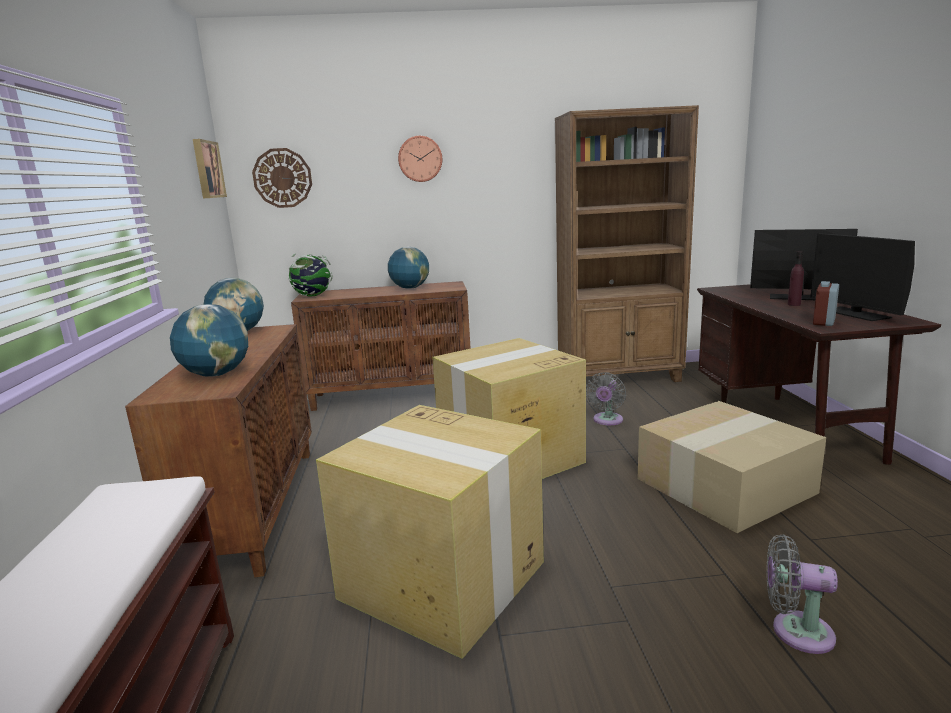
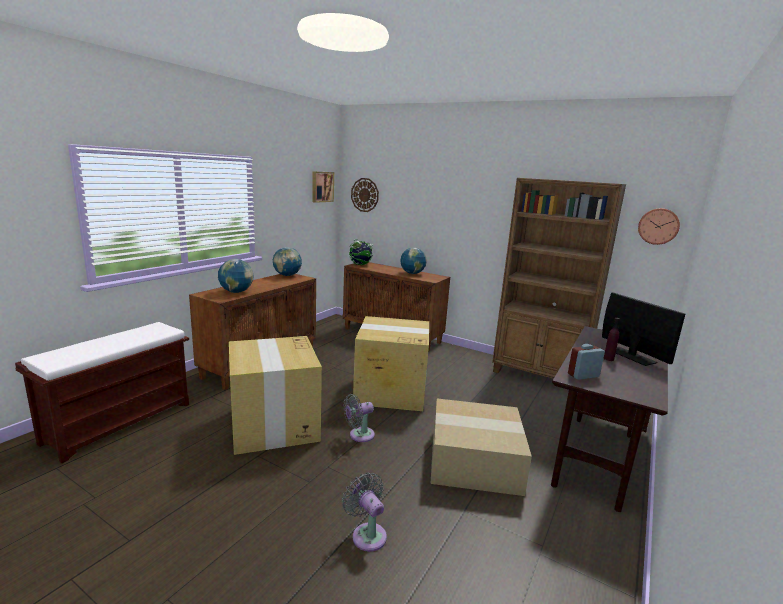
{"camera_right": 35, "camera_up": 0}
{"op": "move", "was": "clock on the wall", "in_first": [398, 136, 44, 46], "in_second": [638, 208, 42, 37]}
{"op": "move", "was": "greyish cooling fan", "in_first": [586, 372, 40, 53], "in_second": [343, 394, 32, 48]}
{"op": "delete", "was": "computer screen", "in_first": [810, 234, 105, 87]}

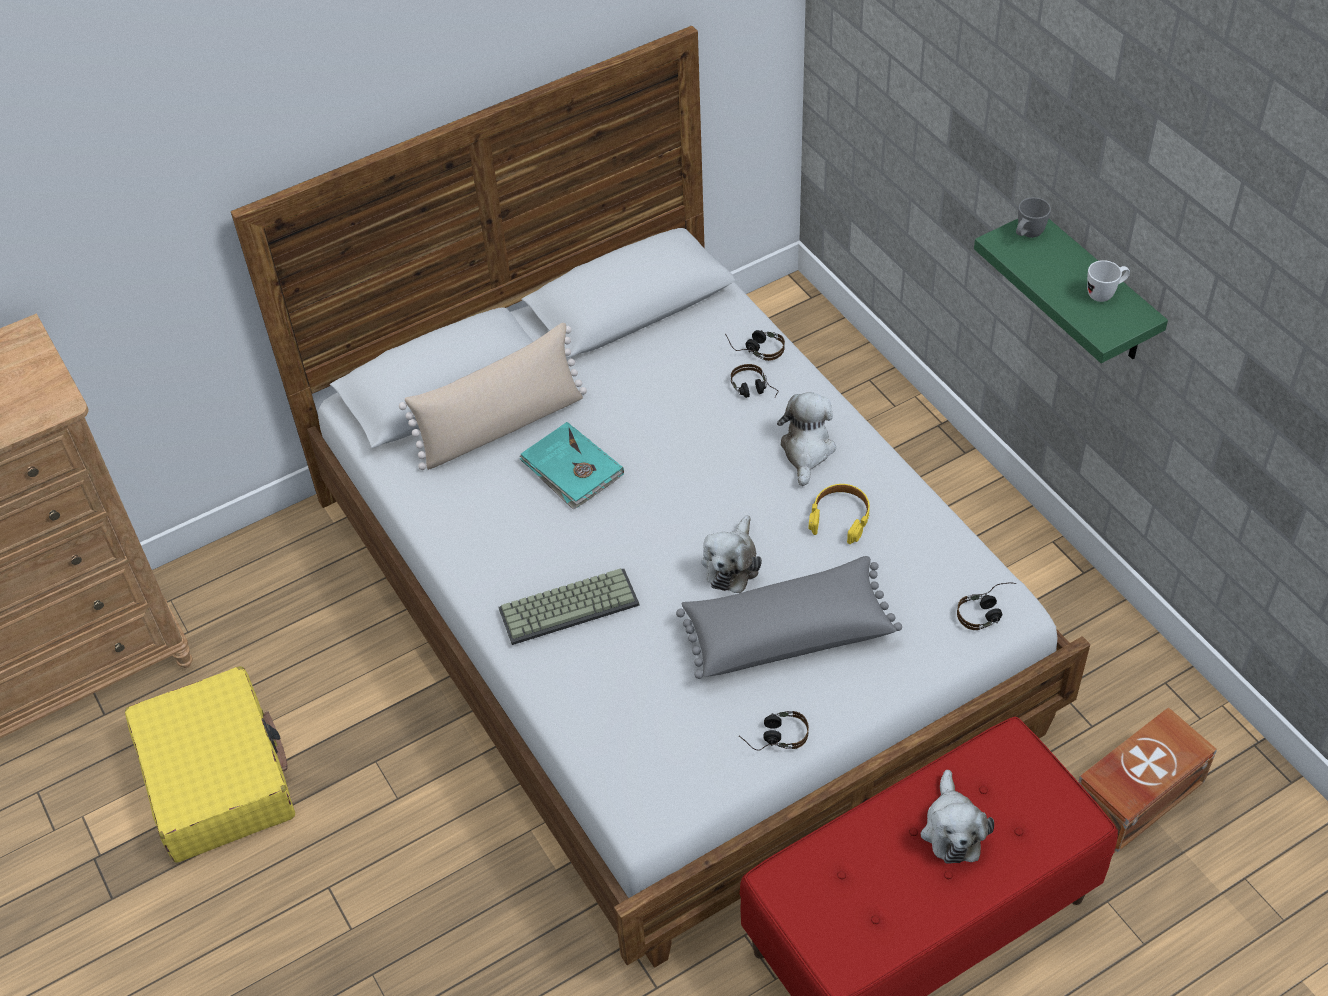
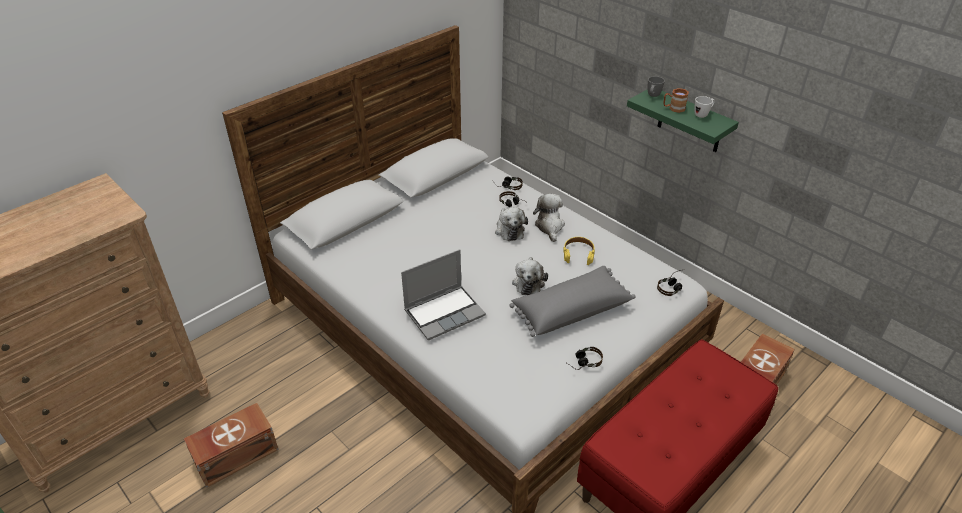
{"camera_right": -15, "camera_up": -10}
{"op": "replace", "was": "yellow piece of luggage", "now": "brown storage box", "in_first": [125, 666, 170, 197], "in_second": [184, 403, 95, 85]}
{"op": "delete", "was": "beige throw pillow", "in_first": [399, 323, 188, 147]}
{"op": "replace", "was": "computer keyboard", "now": "portable computer", "in_first": [499, 568, 140, 77], "in_second": [401, 249, 85, 91]}
{"op": "delete", "was": "turquoise bound book", "in_first": [520, 422, 104, 87]}
{"op": "move", "was": "cuddly toy", "in_first": [920, 770, 74, 94], "in_second": [495, 207, 33, 34]}
{"op": "insert", "now": "brown tea mug", "in_second": [663, 88, 26, 25]}

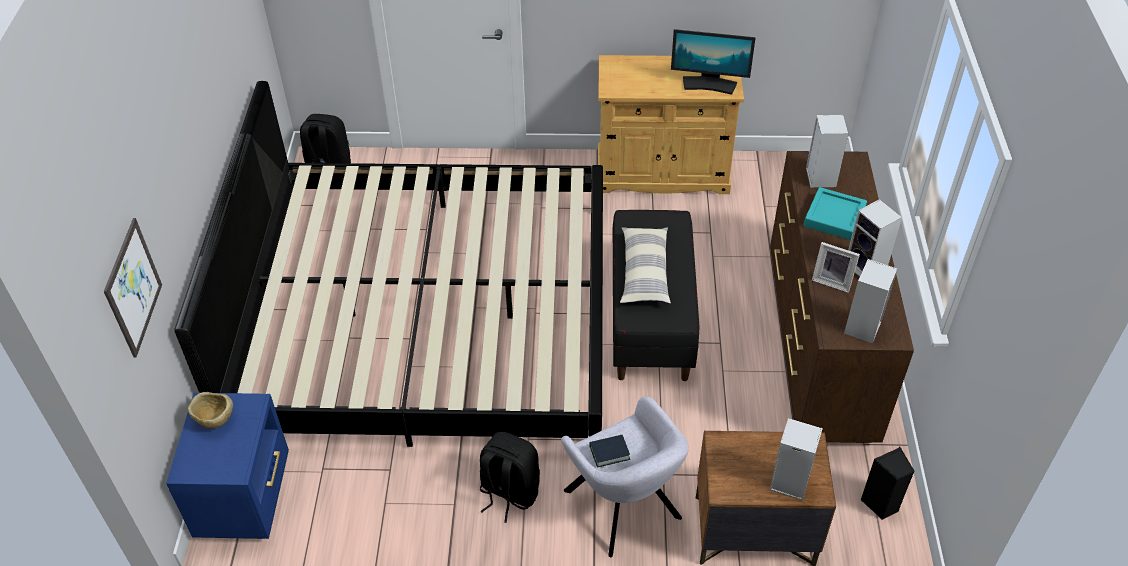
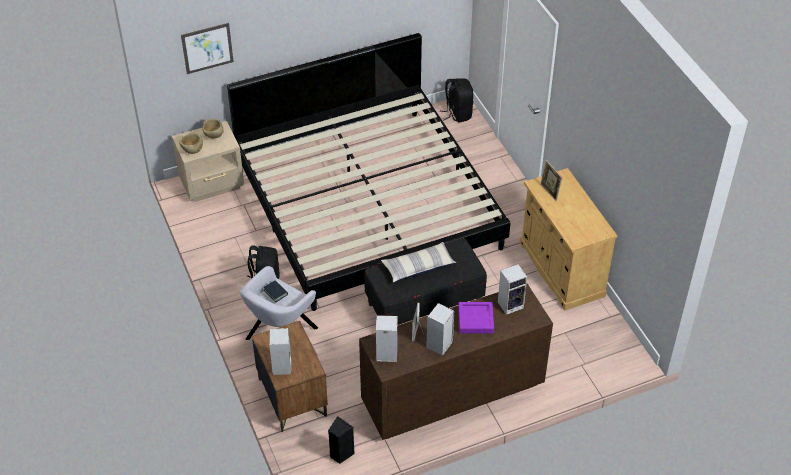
{"camera_right": 65, "camera_up": 0}
{"op": "recolor", "was": "blue nightstand", "now": "beige nightstand", "in_first": [166, 393, 123, 146], "in_second": [172, 121, 72, 81]}
{"op": "delete", "was": "computer screen", "in_first": [671, 29, 85, 66]}
{"op": "recolor", "was": "turquoise serving tray", "now": "purple-coloured serving tray", "in_first": [804, 187, 63, 53], "in_second": [458, 302, 36, 31]}
{"op": "insert", "now": "beige deep dish", "in_second": [179, 133, 24, 21]}
{"op": "insert", "now": "photo frame", "in_second": [541, 160, 22, 41]}

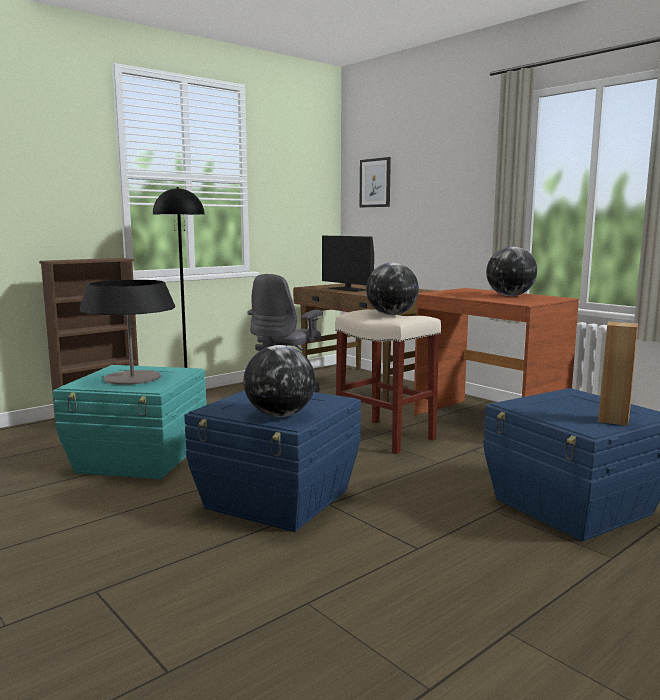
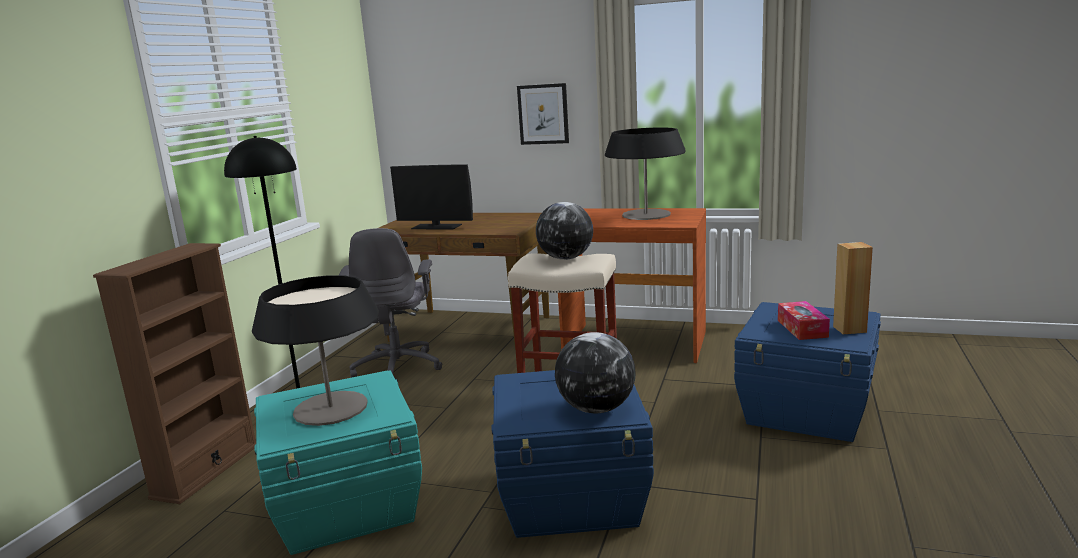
{"camera_right": -30, "camera_up": 5}
{"op": "move", "was": "wall picture", "in_first": [360, 157, 31, 51], "in_second": [517, 83, 52, 62]}
{"op": "replace", "was": "globe", "now": "lamp for a table", "in_first": [486, 247, 51, 49], "in_second": [605, 128, 81, 92]}
{"op": "insert", "now": "tissue holder", "in_second": [778, 301, 52, 39]}

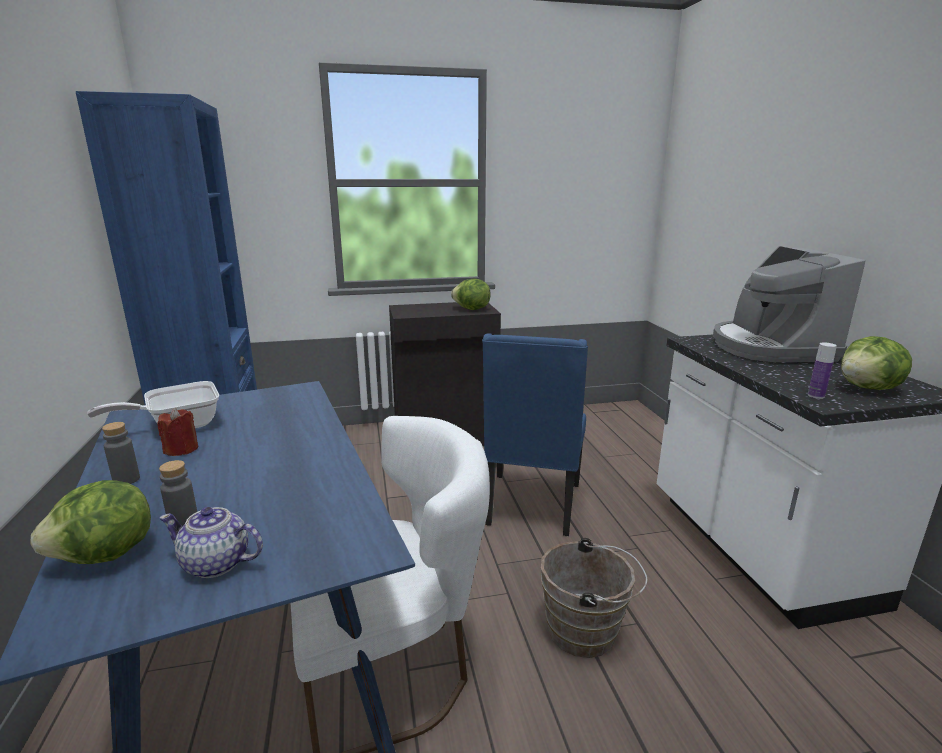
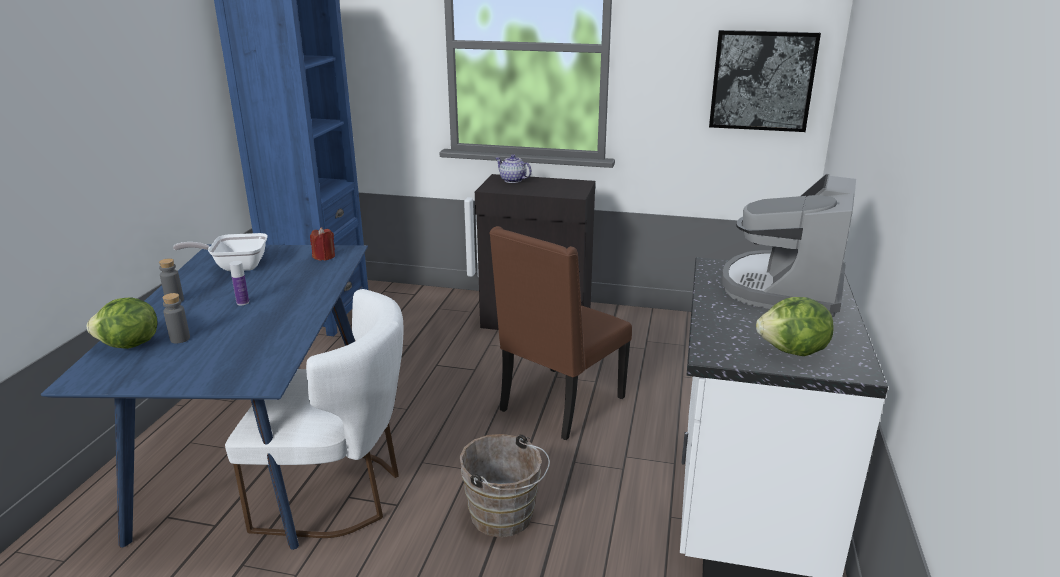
{"camera_right": 25, "camera_up": 5}
{"op": "move", "was": "reddish wax light", "in_first": [157, 408, 41, 48], "in_second": [310, 227, 25, 34]}
{"op": "move", "was": "tea pot", "in_first": [159, 507, 104, 71], "in_second": [495, 155, 37, 28]}
{"op": "delete", "was": "lettuce head", "in_first": [451, 279, 39, 31]}
{"op": "recolor", "was": "blue chair", "now": "brown chair", "in_first": [482, 333, 106, 203], "in_second": [489, 226, 143, 214]}
{"op": "move", "was": "bottle", "in_first": [808, 342, 29, 57], "in_second": [230, 261, 19, 45]}
{"op": "insert", "now": "wall picture", "in_second": [709, 30, 112, 102]}

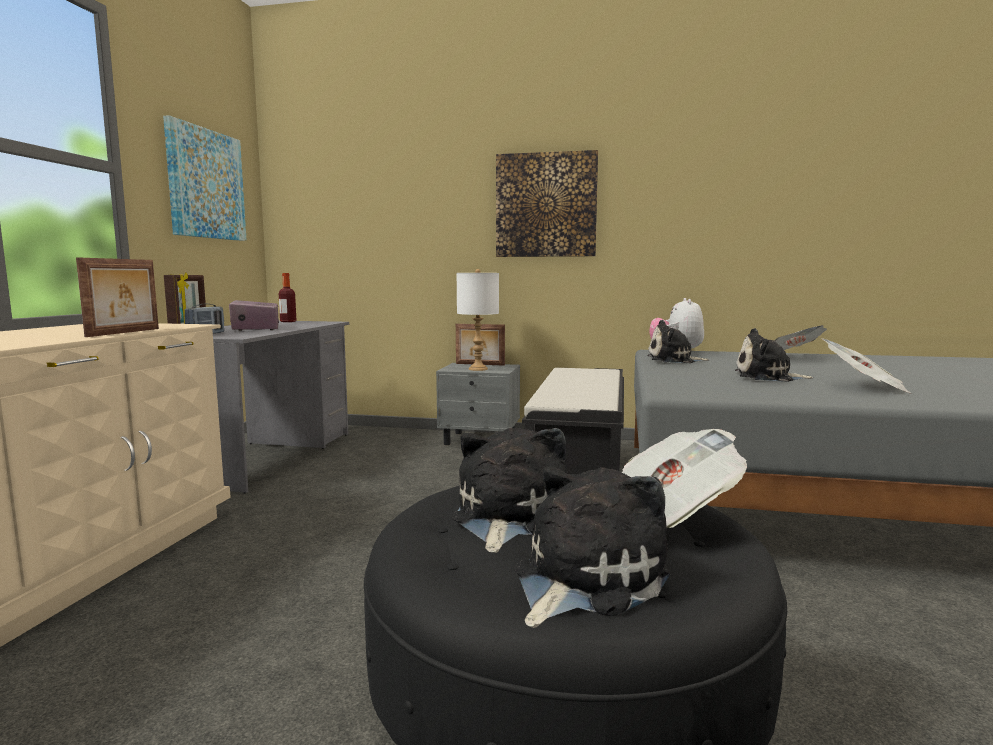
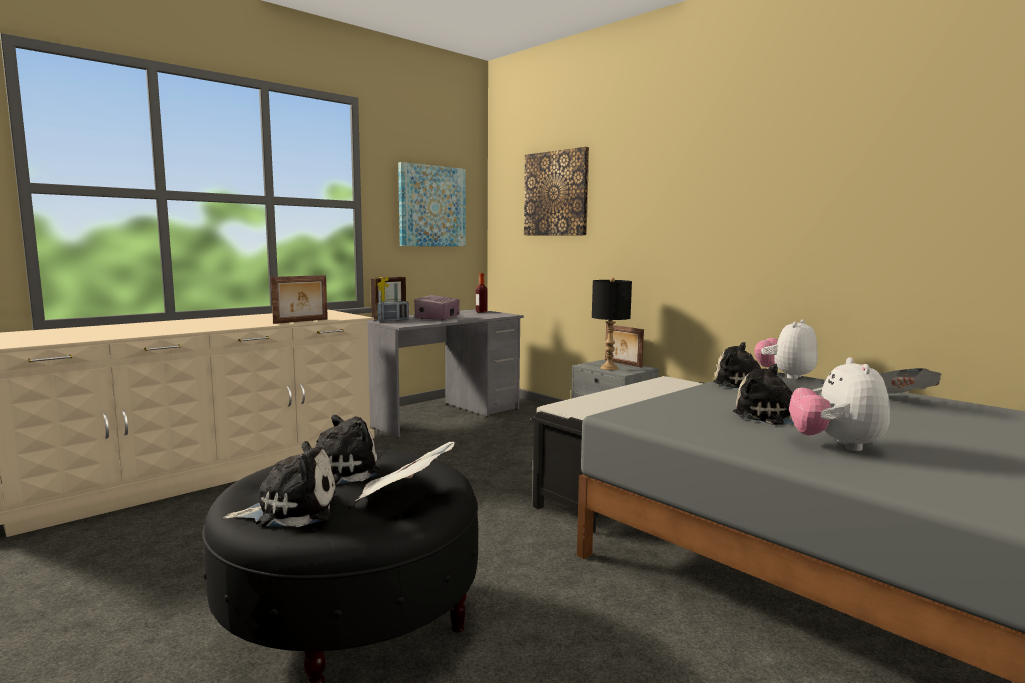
{"camera_right": 35, "camera_up": 0}
{"op": "recolor", "was": "whitish lamp for a table", "now": "black-coloured lamp for a table", "in_first": [457, 269, 42, 102], "in_second": [592, 277, 40, 93]}
{"op": "move", "was": "wall picture", "in_first": [496, 150, 102, 107], "in_second": [524, 147, 65, 88]}
{"op": "replace", "was": "newspaper", "now": "cuddly toy", "in_first": [821, 338, 91, 56], "in_second": [789, 357, 101, 94]}

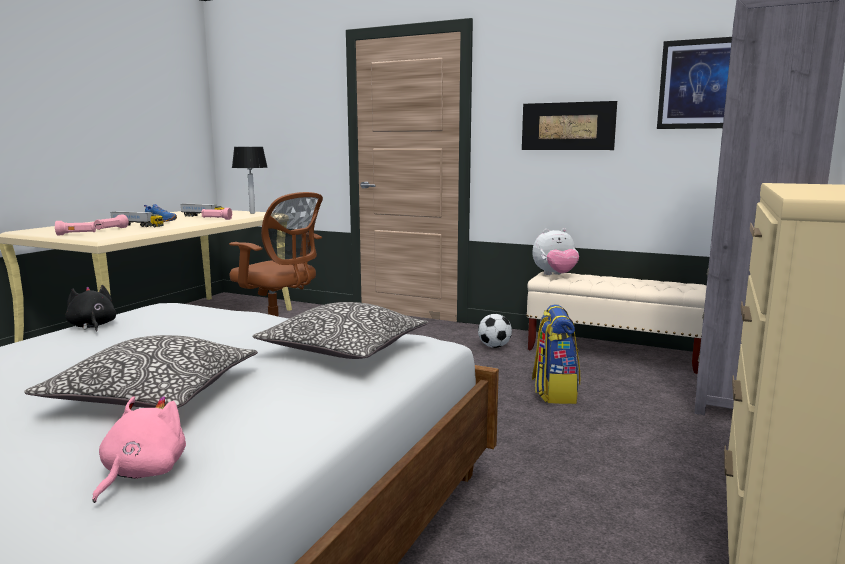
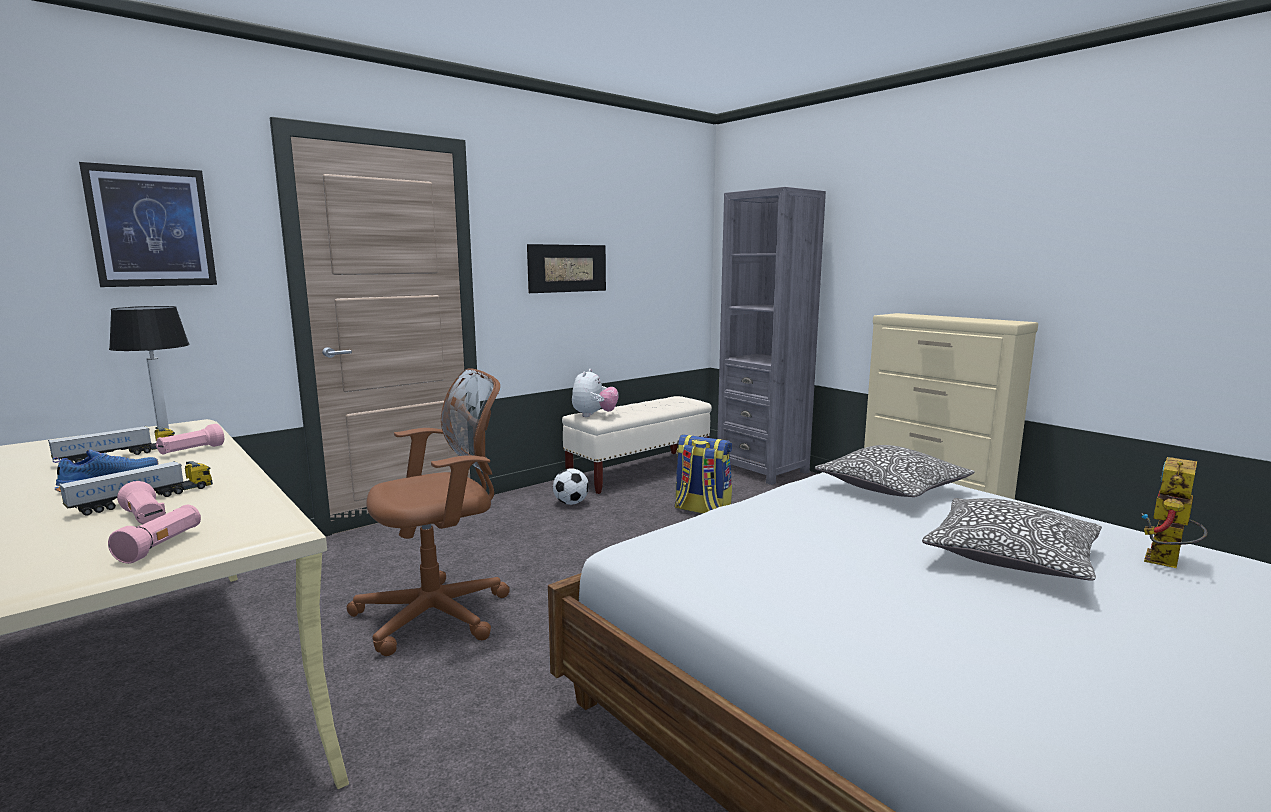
{"camera_right": -65, "camera_up": 0}
{"op": "delete", "was": "black-coloured cuddly toy", "in_first": [65, 285, 51, 47]}
{"op": "replace", "was": "pinkish cuddly toy", "now": "robot figure", "in_first": [92, 396, 94, 107], "in_second": [1141, 457, 67, 111]}
{"op": "move", "was": "wall picture", "in_first": [657, 37, 75, 92], "in_second": [79, 162, 138, 125]}

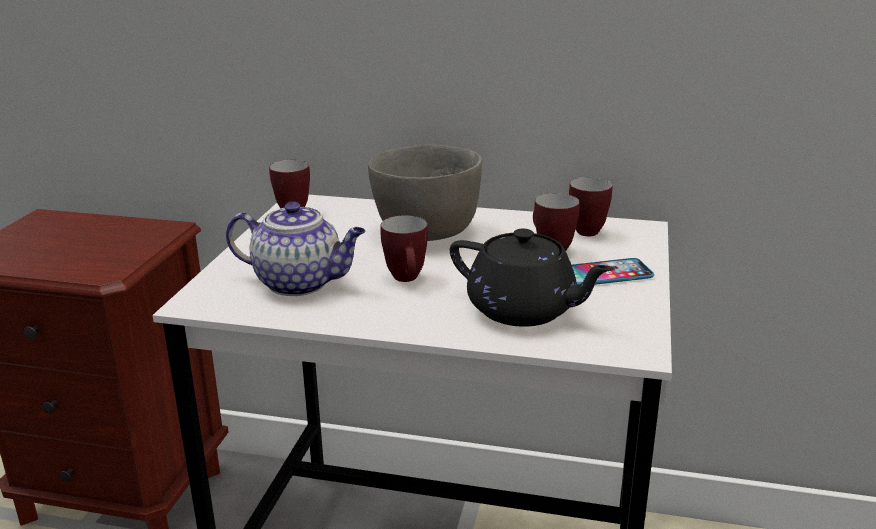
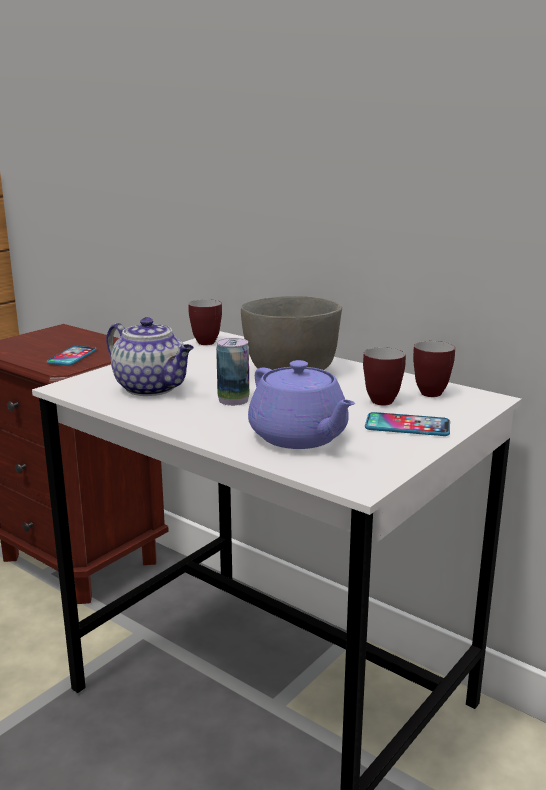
{"camera_right": 25, "camera_up": -5}
{"op": "replace", "was": "tea mug", "now": "metal can", "in_first": [380, 215, 48, 67], "in_second": [216, 338, 33, 68]}
{"op": "recolor", "was": "black-coloured tea pot", "now": "purple-coloured tea pot", "in_first": [450, 229, 164, 98], "in_second": [248, 360, 107, 89]}
{"op": "insert", "now": "telephone", "in_second": [46, 346, 50, 20]}

